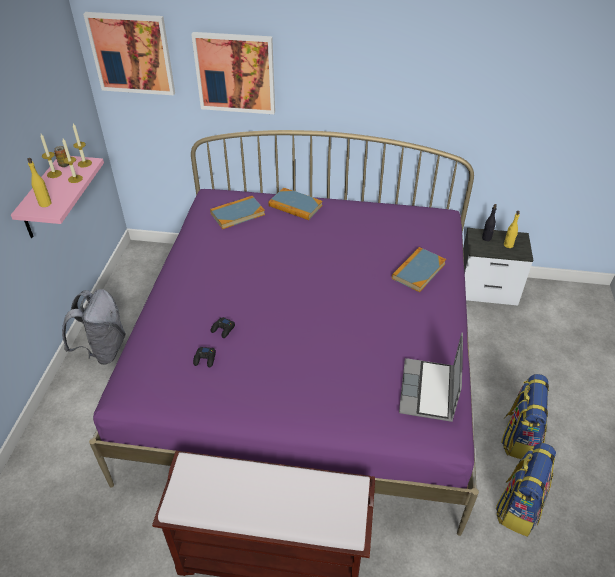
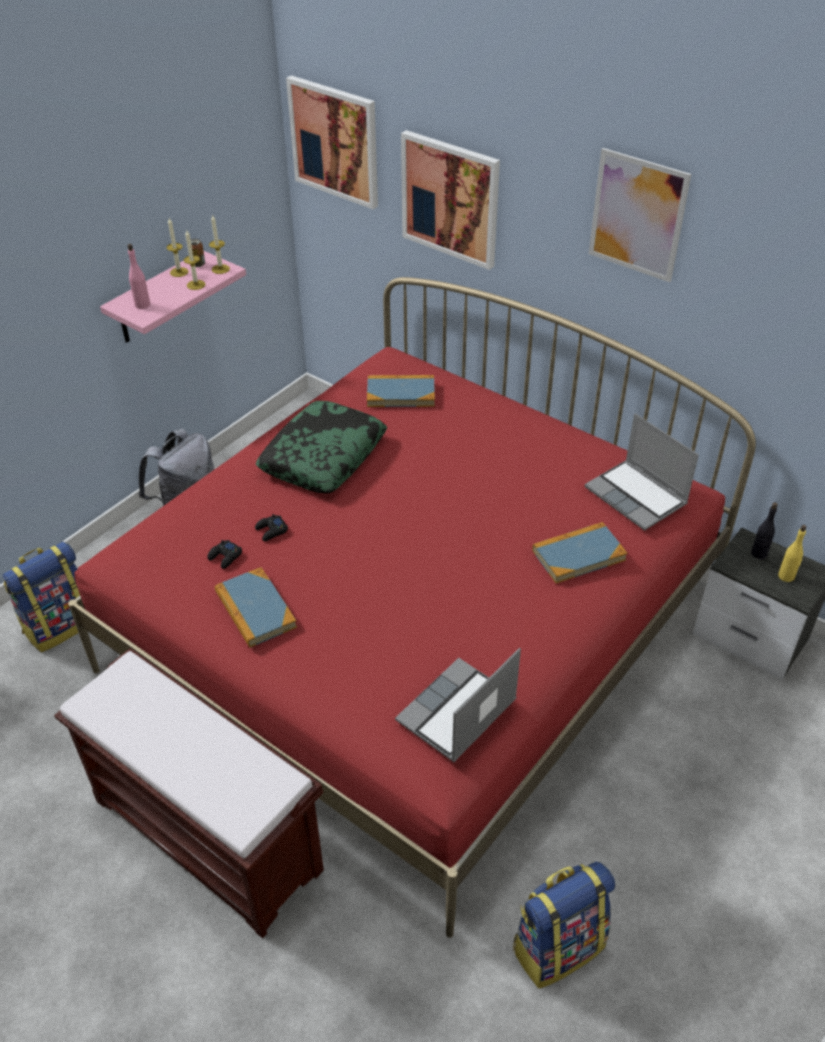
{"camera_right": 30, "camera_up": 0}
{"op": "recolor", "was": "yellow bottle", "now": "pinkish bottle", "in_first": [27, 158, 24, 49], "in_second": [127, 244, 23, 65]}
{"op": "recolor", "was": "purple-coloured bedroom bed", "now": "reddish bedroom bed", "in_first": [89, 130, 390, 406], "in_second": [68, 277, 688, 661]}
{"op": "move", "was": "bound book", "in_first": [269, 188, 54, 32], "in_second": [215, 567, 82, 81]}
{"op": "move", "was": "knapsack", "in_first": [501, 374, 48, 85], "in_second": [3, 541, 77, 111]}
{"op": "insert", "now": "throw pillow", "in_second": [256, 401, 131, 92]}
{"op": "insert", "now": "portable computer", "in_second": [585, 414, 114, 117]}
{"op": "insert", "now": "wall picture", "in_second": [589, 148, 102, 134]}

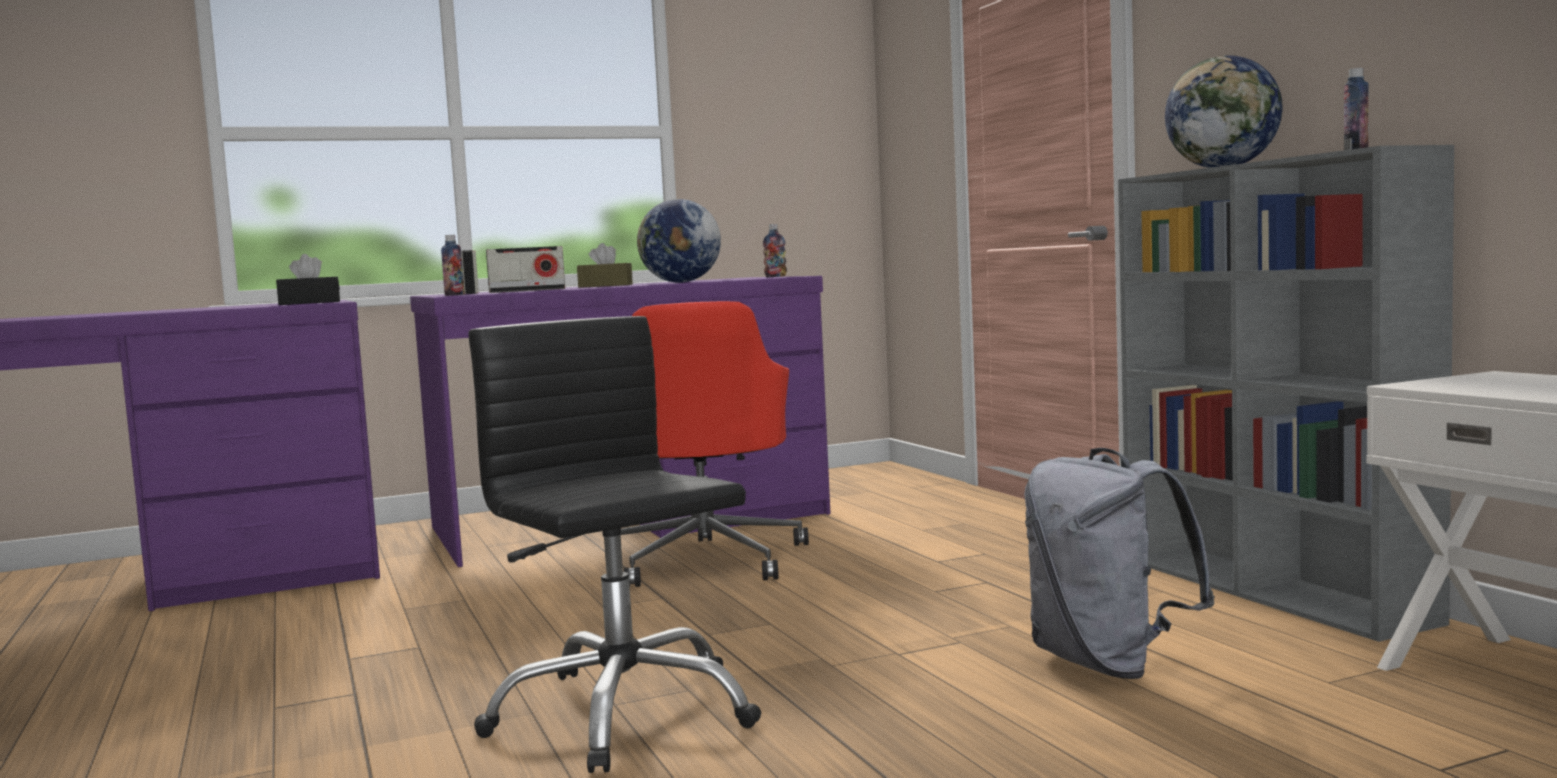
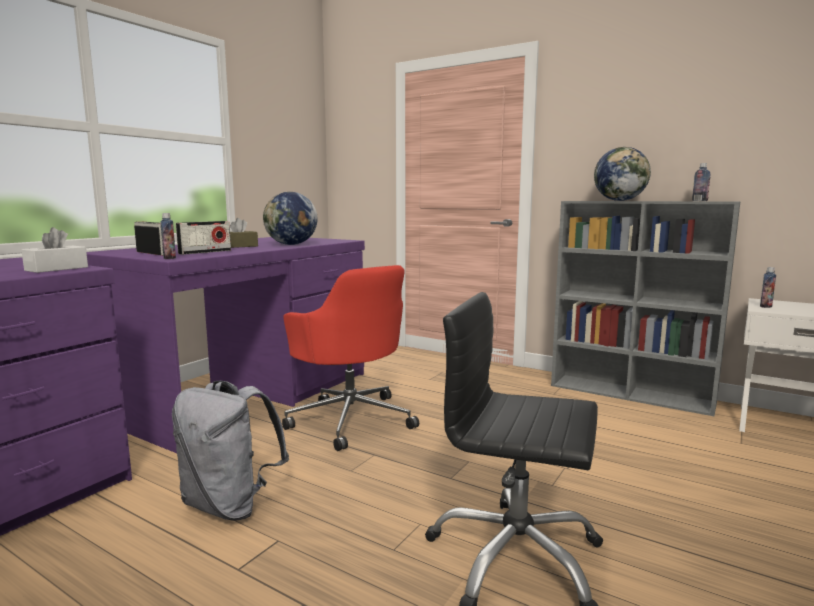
{"camera_right": -35, "camera_up": 5}
{"op": "recolor", "was": "black-coloured tissue holder", "now": "whitish tissue holder", "in_first": [276, 254, 64, 51], "in_second": [21, 227, 67, 46]}
{"op": "move", "was": "bottle", "in_first": [763, 224, 24, 53], "in_second": [760, 267, 16, 41]}
{"op": "move", "was": "greyish knapsack", "in_first": [1024, 448, 191, 231], "in_second": [172, 381, 117, 140]}

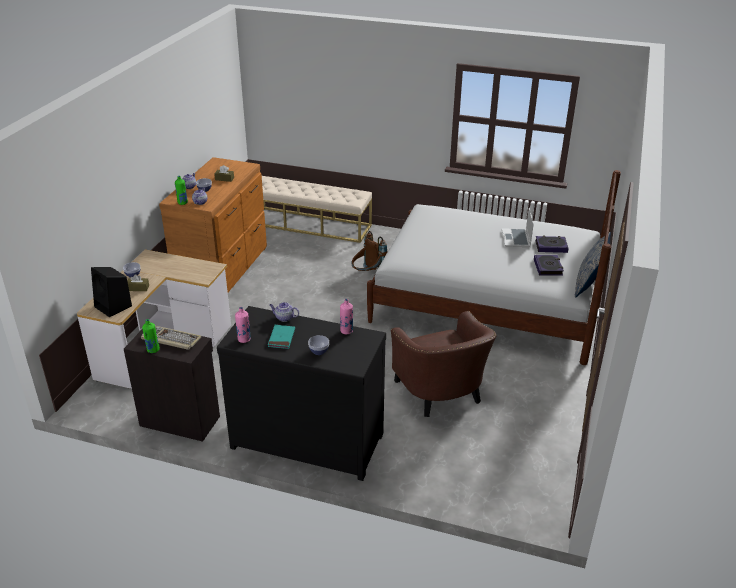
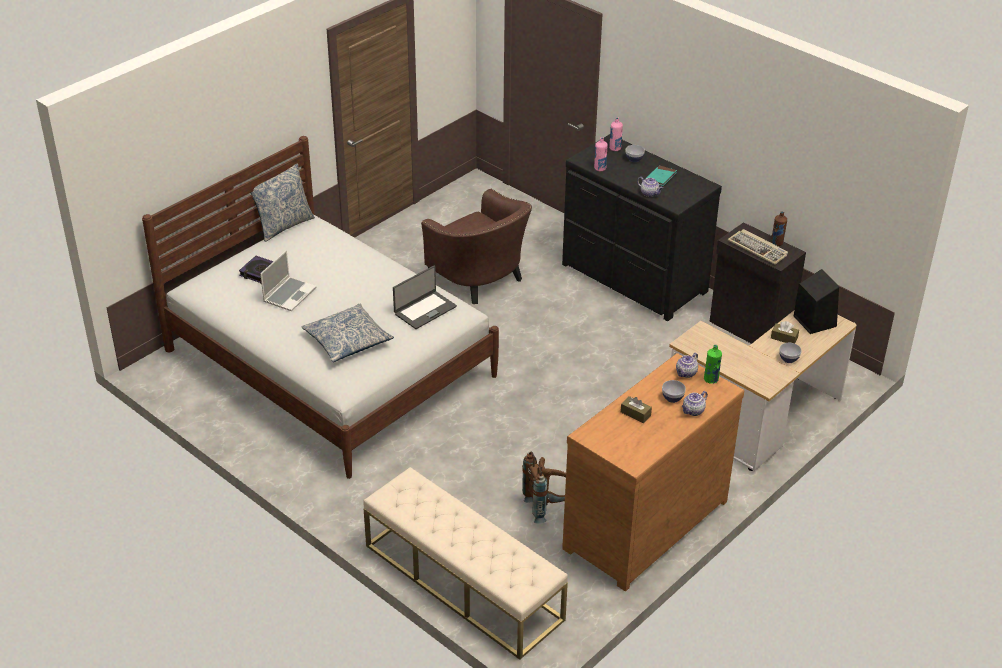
{"camera_right": -155, "camera_up": 5}
{"op": "recolor", "was": "greenish bottle", "now": "brown bottle", "in_first": [142, 319, 18, 34], "in_second": [771, 211, 16, 35]}
{"op": "move", "was": "pinkish bottle", "in_first": [235, 307, 16, 36], "in_second": [609, 117, 14, 34]}
{"op": "move", "was": "brown knapsack", "in_first": [352, 231, 35, 40], "in_second": [522, 451, 44, 73]}
{"op": "rotate", "was": "brown armchair", "in_first": [391, 311, 105, 106], "in_second": [421, 188, 111, 116], "clockwise": 135}
{"op": "delete", "was": "bound book", "in_first": [534, 255, 30, 20]}
{"op": "insert", "now": "throw pillow", "in_second": [302, 304, 92, 58]}
{"op": "insert", "now": "portable computer", "in_second": [393, 266, 64, 63]}

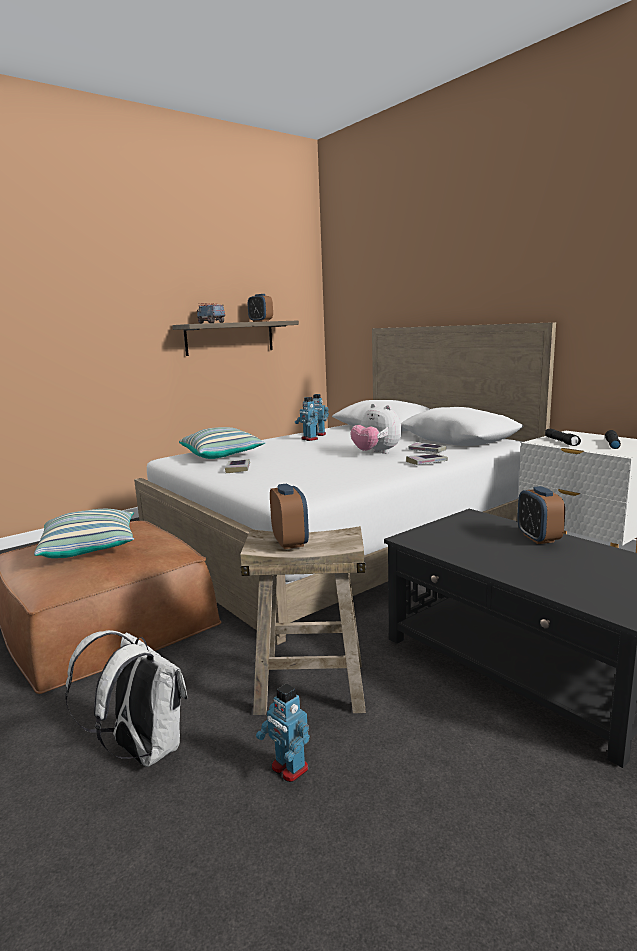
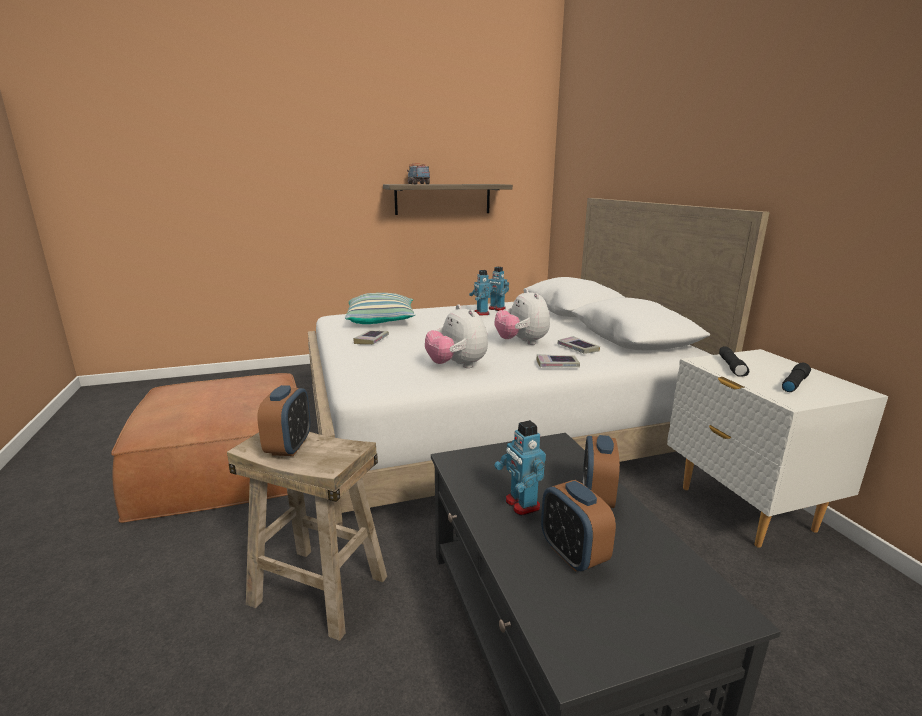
{"camera_right": 20, "camera_up": 5}
{"op": "delete", "was": "throw pillow", "in_first": [34, 509, 100, 49]}
{"op": "delete", "was": "whitish knapsack", "in_first": [65, 630, 123, 137]}
{"op": "move", "was": "bedside clock", "in_first": [248, 294, 25, 28], "in_second": [541, 480, 75, 92]}
{"op": "move", "was": "robot figure", "in_first": [256, 683, 54, 99], "in_second": [494, 420, 52, 95]}
{"op": "insert", "now": "cuddly toy", "in_second": [425, 304, 63, 64]}

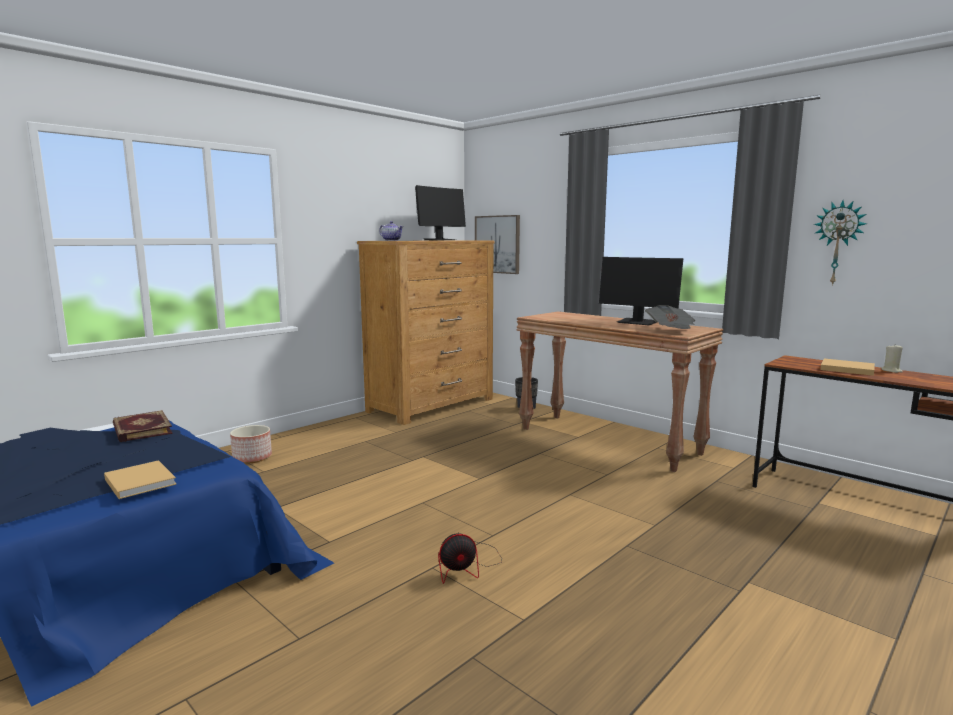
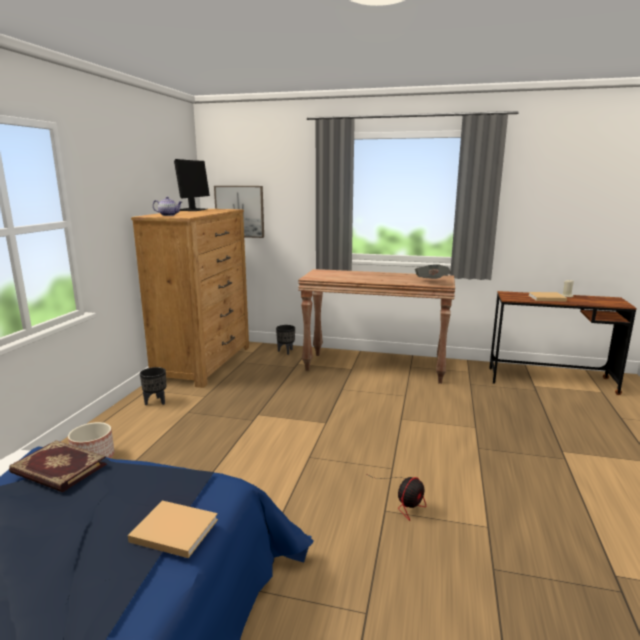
{"camera_right": -30, "camera_up": 5}
{"op": "delete", "was": "computer screen", "in_first": [599, 257, 84, 68]}
{"op": "delete", "was": "clock on the wall", "in_first": [814, 200, 53, 86]}
{"op": "insert", "now": "black-coloured plant pot", "in_second": [140, 367, 26, 38]}

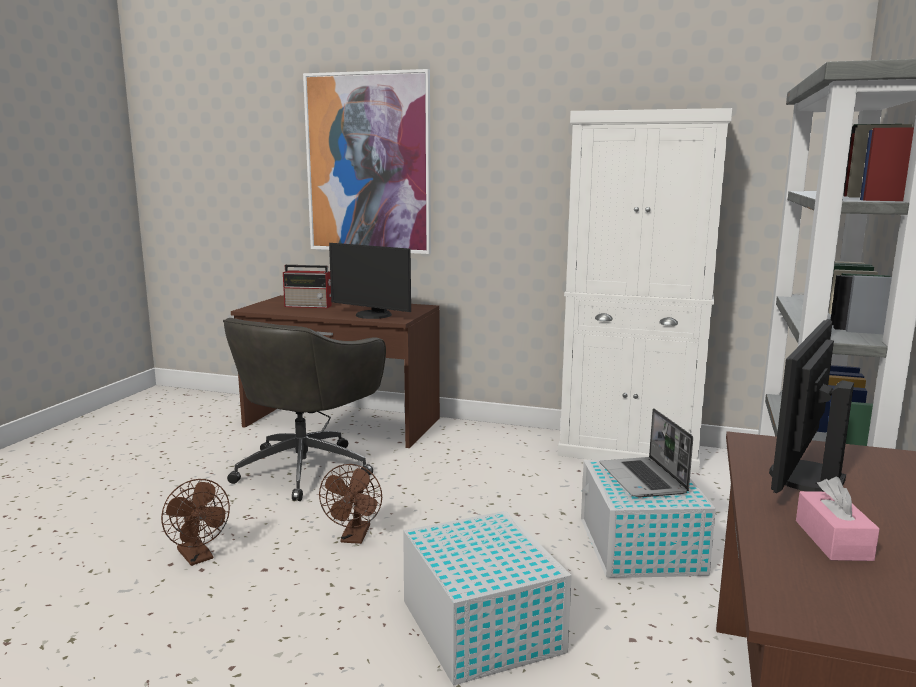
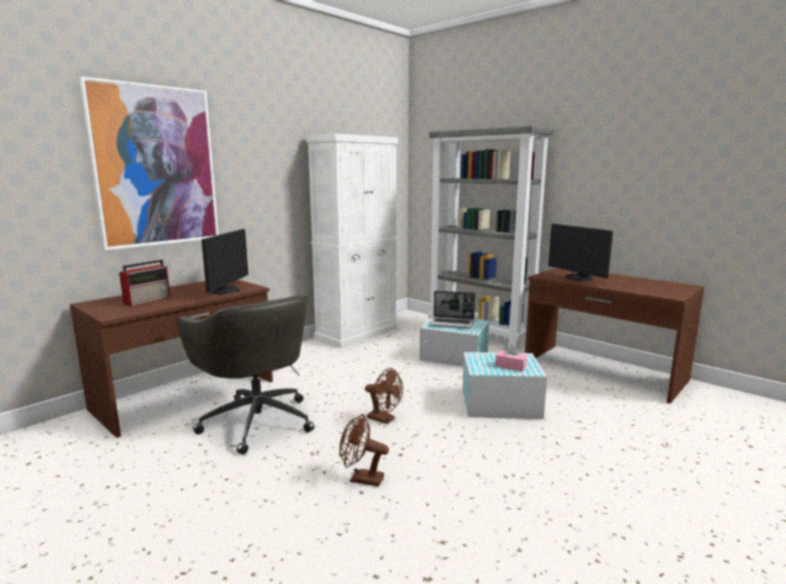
{"camera_right": -65, "camera_up": 0}
{"op": "rotate", "was": "brown cooling fan", "in_first": [161, 479, 69, 87], "in_second": [339, 414, 50, 73], "clockwise": -150}
{"op": "rotate", "was": "computer screen", "in_first": [329, 243, 82, 76], "in_second": [201, 229, 47, 65], "clockwise": -45}
{"op": "move", "was": "pinkish tissue holder", "in_first": [796, 477, 84, 84], "in_second": [495, 344, 32, 27]}

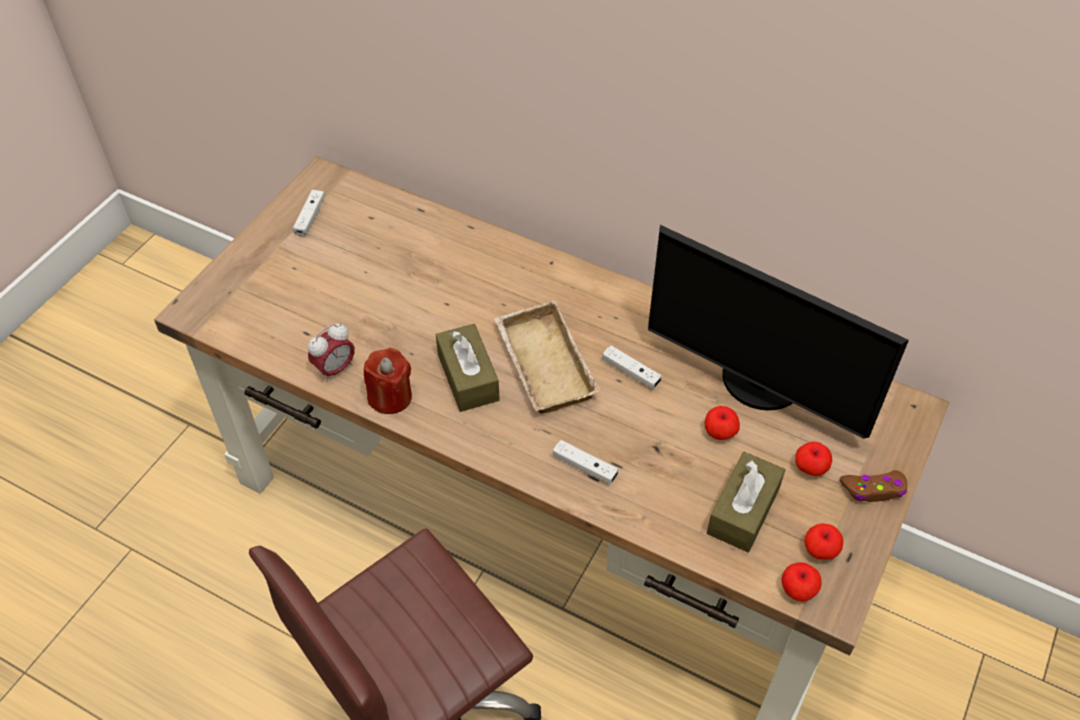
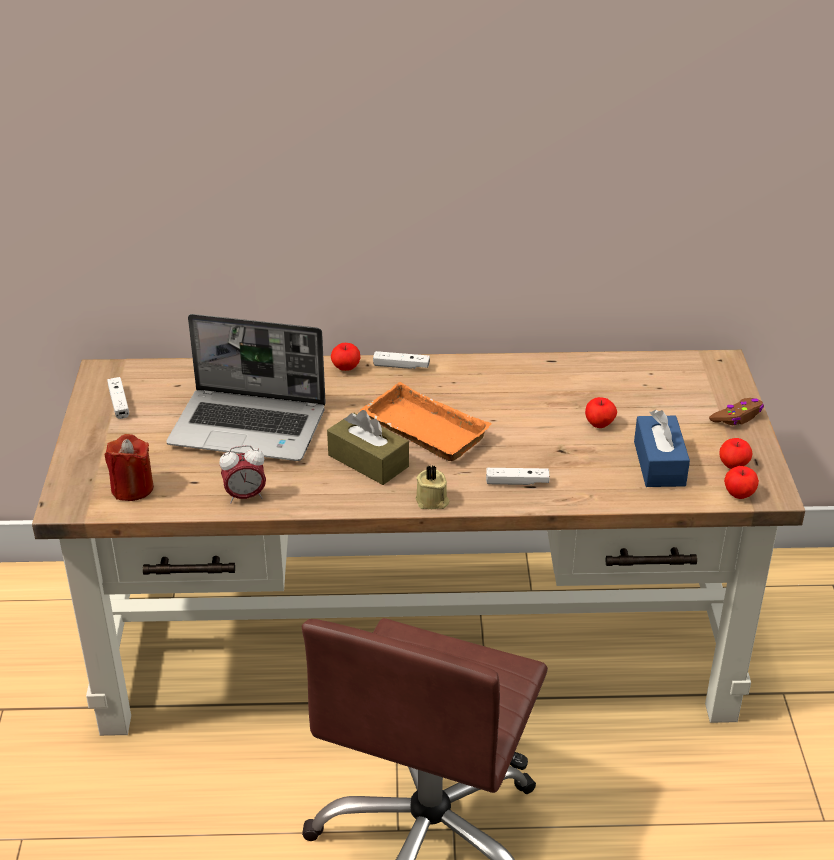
{"camera_right": -30, "camera_up": -15}
{"op": "rotate", "was": "bedside clock", "in_first": [308, 323, 47, 59], "in_second": [219, 445, 47, 58], "clockwise": 60}
{"op": "move", "was": "reddish wax light", "in_first": [364, 348, 48, 66], "in_second": [105, 434, 49, 67]}
{"op": "recolor", "was": "beige serving tray", "now": "orangey serving tray", "in_first": [494, 300, 106, 114], "in_second": [359, 382, 133, 79]}
{"op": "move", "was": "whitish game controller", "in_first": [602, 346, 60, 43], "in_second": [373, 351, 57, 18]}
{"op": "delete", "was": "computer screen", "in_first": [648, 225, 261, 214]}
{"op": "recolor", "was": "brown tissue holder", "now": "blue tissue holder", "in_first": [707, 452, 78, 101], "in_second": [634, 410, 56, 77]}
{"op": "move", "was": "apple", "in_first": [795, 442, 37, 34], "in_second": [331, 343, 29, 28]}
{"op": "insert", "now": "portable computer", "in_second": [166, 314, 160, 147]}
{"op": "insert", "now": "beige wax light", "in_second": [415, 465, 34, 44]}

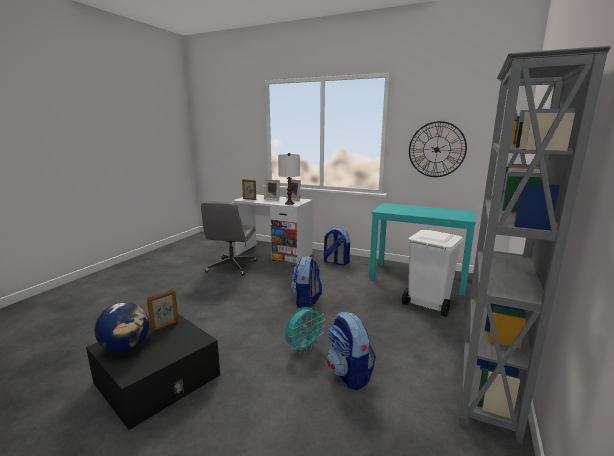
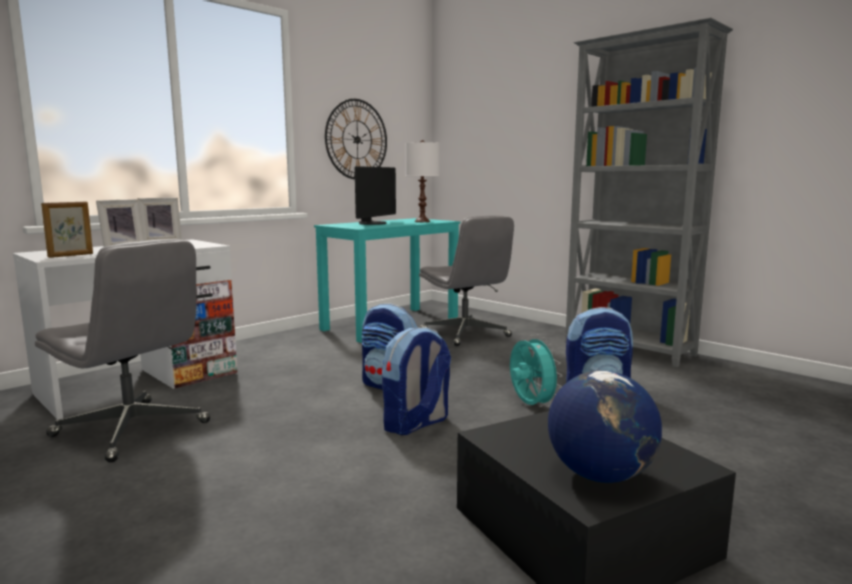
{"camera_right": -70, "camera_up": -5}
{"op": "delete", "was": "photo frame", "in_first": [147, 289, 32, 43]}
{"op": "move", "was": "whitish lamp for a table", "in_first": [278, 153, 22, 52], "in_second": [405, 140, 34, 82]}
{"op": "move", "was": "knapsack", "in_first": [323, 228, 27, 38], "in_second": [382, 327, 69, 108]}
{"op": "replace", "was": "whitish rubbish bin", "now": "greyish computer chair", "in_first": [402, 230, 61, 87], "in_second": [419, 215, 95, 131]}
{"op": "insert", "now": "computer screen", "in_second": [355, 166, 41, 59]}

